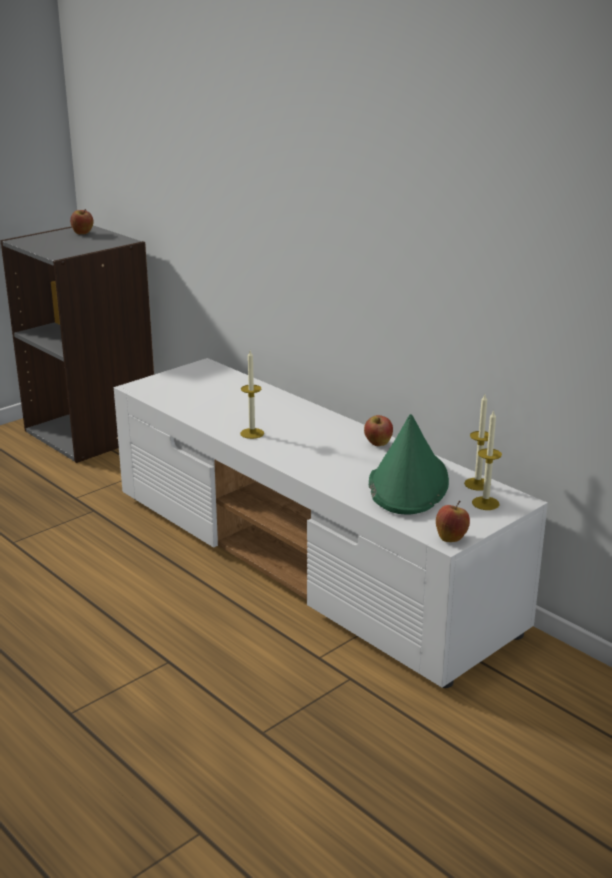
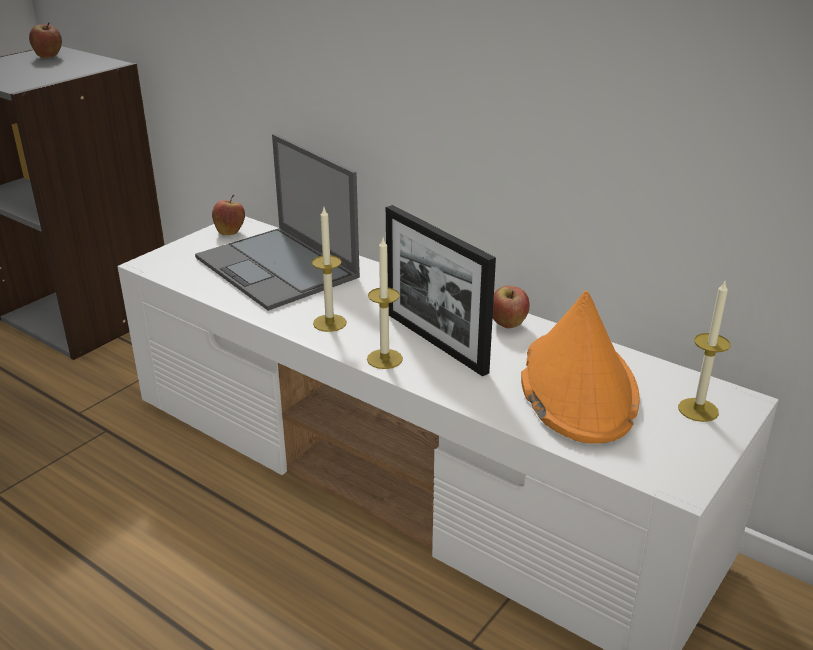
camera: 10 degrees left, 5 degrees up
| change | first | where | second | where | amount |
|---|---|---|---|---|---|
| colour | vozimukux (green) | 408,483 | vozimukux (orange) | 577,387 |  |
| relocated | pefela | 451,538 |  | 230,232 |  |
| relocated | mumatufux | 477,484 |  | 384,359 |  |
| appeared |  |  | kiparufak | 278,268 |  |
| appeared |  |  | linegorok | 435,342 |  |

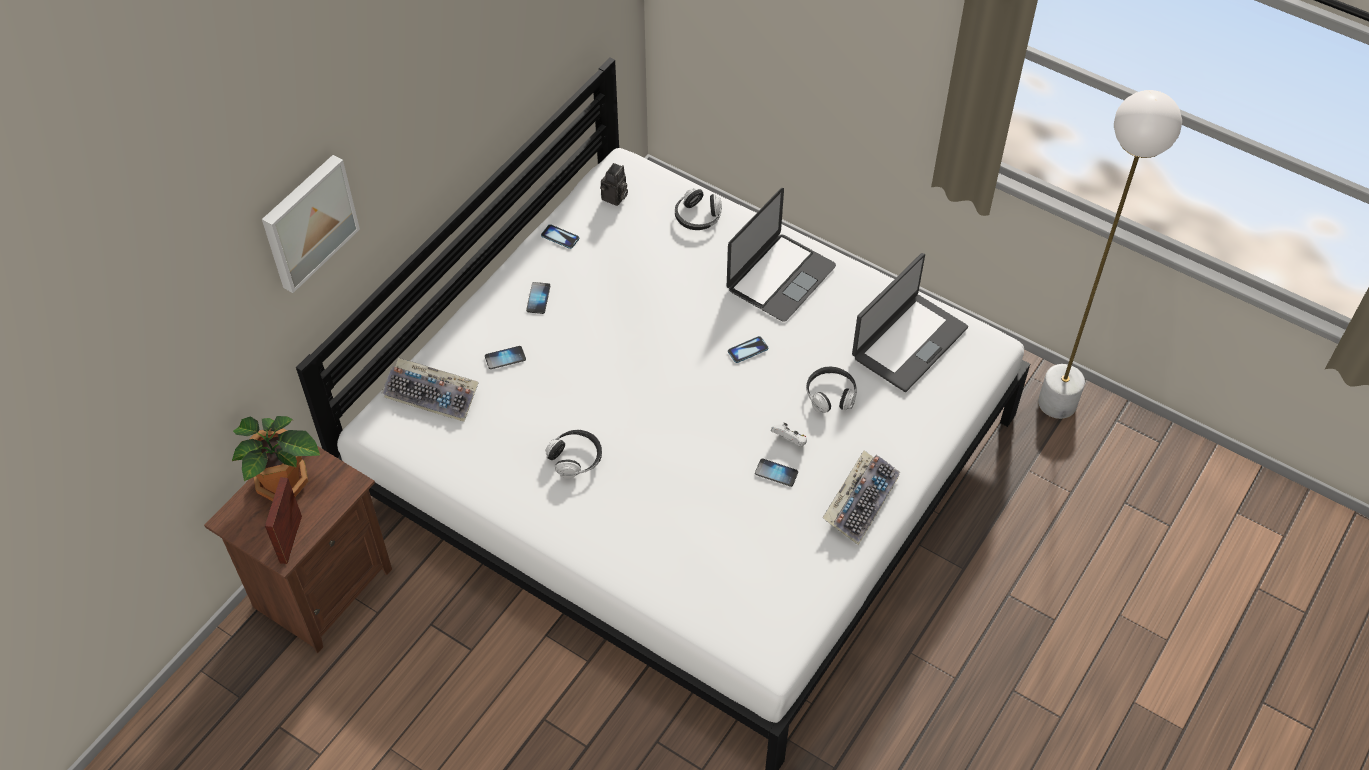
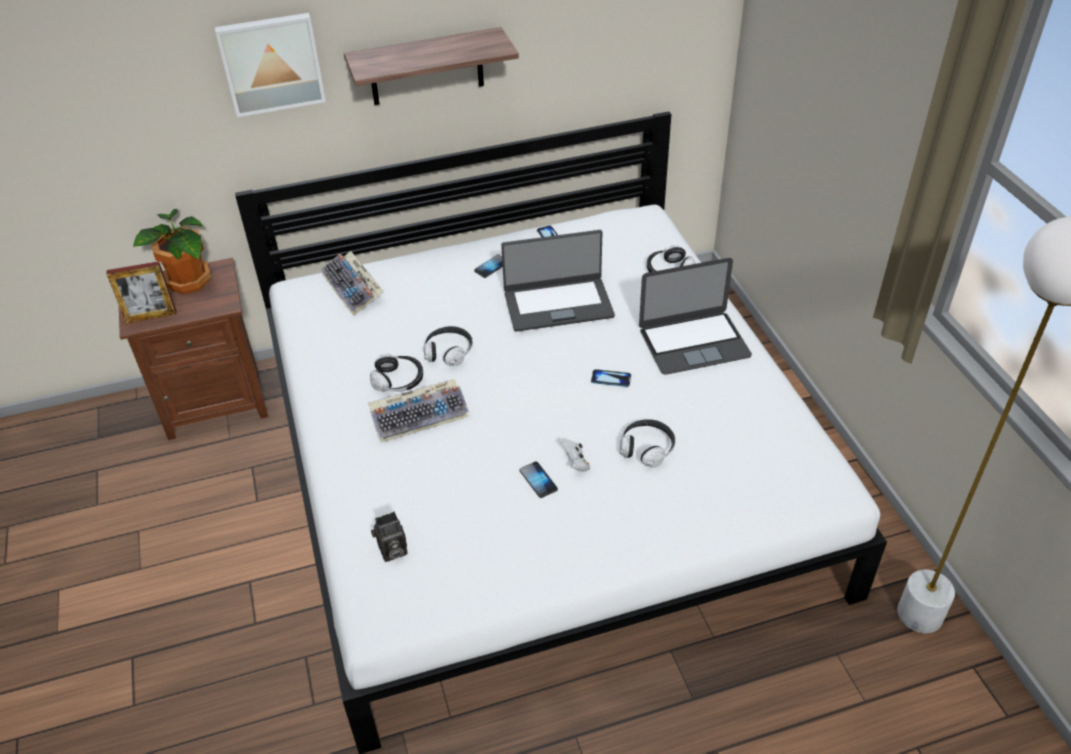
camera: 40 degrees right, 10 degrees down
| change | first | where | second | where | amount |
|---|---|---|---|---|---|
| spun | linegorok | 291,539 |  | 151,316 | 150 degrees counterclockwise |
| missing | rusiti | 505,358 |  |  |  |
| relocated | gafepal | 614,198 |  | 392,552 |  |
| relocated | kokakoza | 860,500 |  | 420,415 |  |
| relocated | kiparufak | 908,342 |  | 558,304 |  |
| appeared |  |  | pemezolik | 426,67 |  |
| appeared |  |  | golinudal | 449,352 |  |

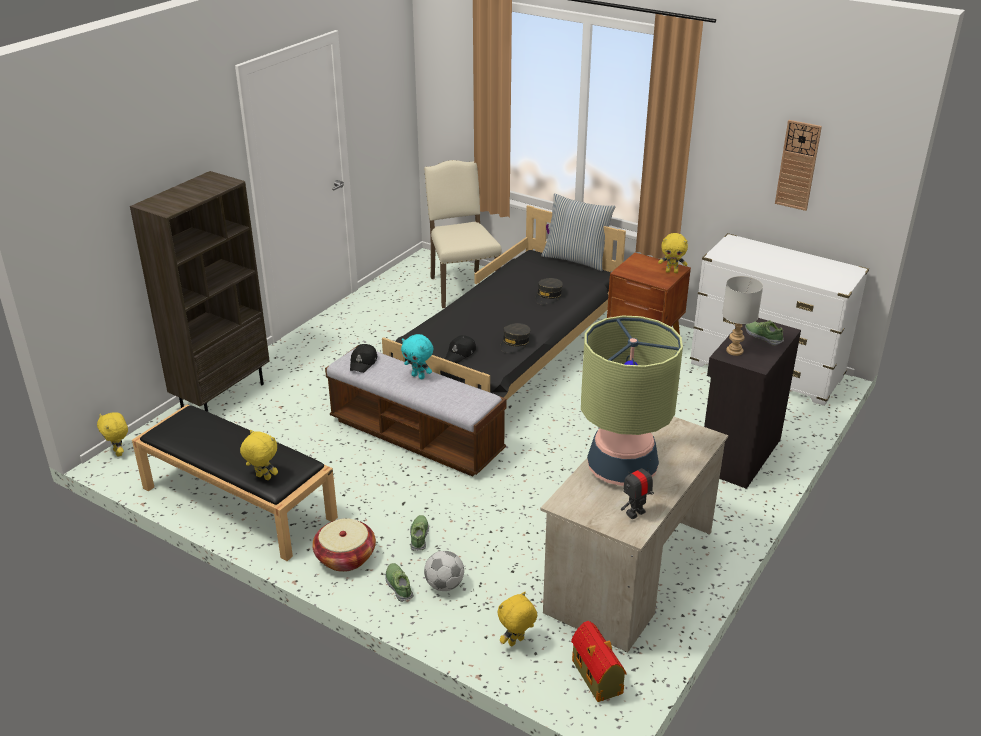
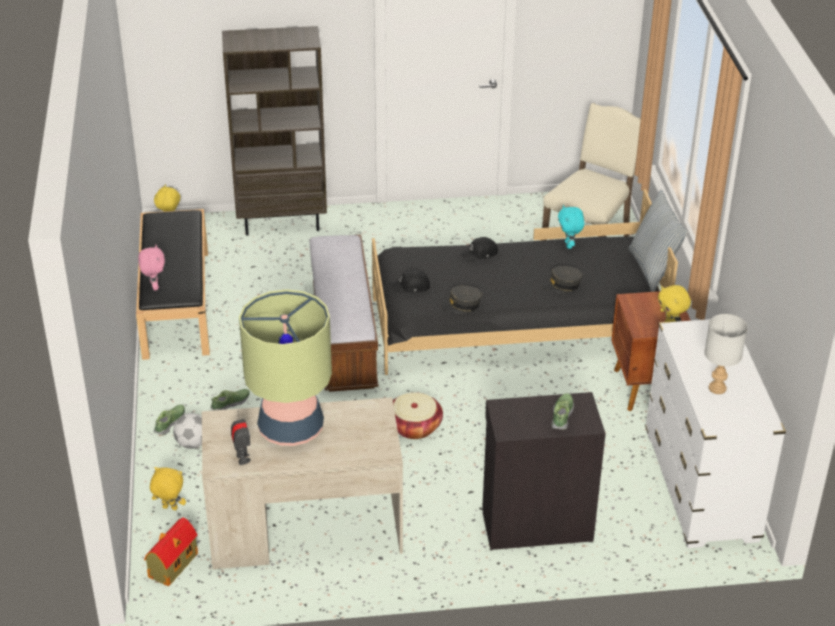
camera: 50 degrees right, 5 degrees up
| change | first | where | second | where | amount |
|---|---|---|---|---|---|
| colour | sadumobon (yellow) | 262,477 | sadumobon (pink) | 154,286 |  |
| relocated | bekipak | 345,557 |  | 414,427 |  |
| relocated | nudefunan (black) | 363,362 |  | 479,254 |  |
| relocated | sadumobon (turquoise) | 418,376 |  | 569,245 |  |
| spun | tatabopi | 635,513 |  | 242,458 | 60 degrees clockwise |
| relocated | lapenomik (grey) | 734,351 |  | 716,388 |  |
| missing | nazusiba | 798,165 |  |  |  |

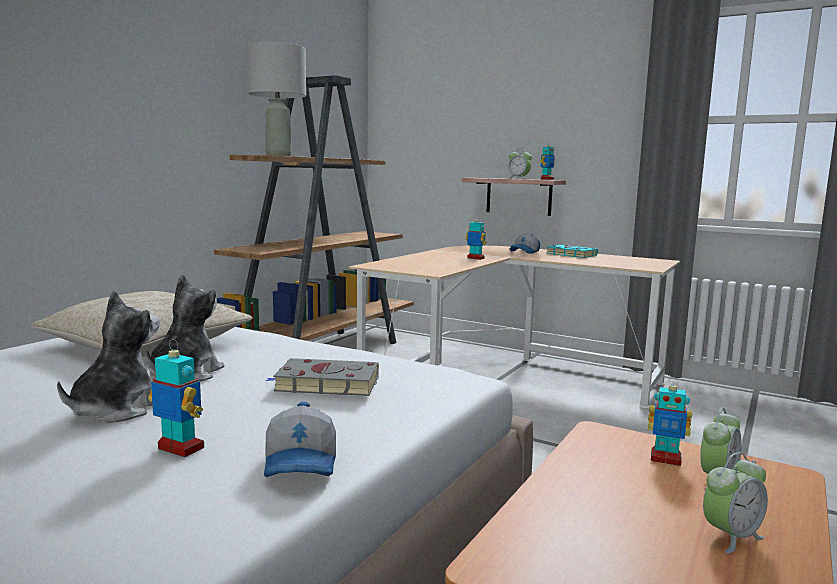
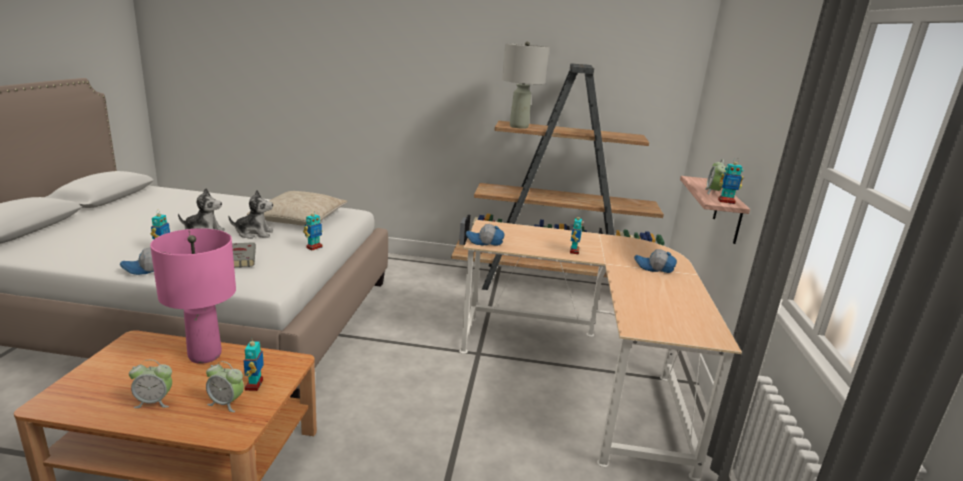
camera: 65 degrees right, 10 degrees up
| change | first | where | second | where | amount |
|---|---|---|---|---|---|
| missing | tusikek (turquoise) | 569,254 |  |  |  |
| spun | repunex | 731,536 |  | 154,401 | 45 degrees counterclockwise |
| appeared |  |  | lapenomik (pink) | 205,356 |  |
| appeared |  |  | tatabopi | 314,247 |  |
| appeared |  |  | nudefunan | 484,242 |  |

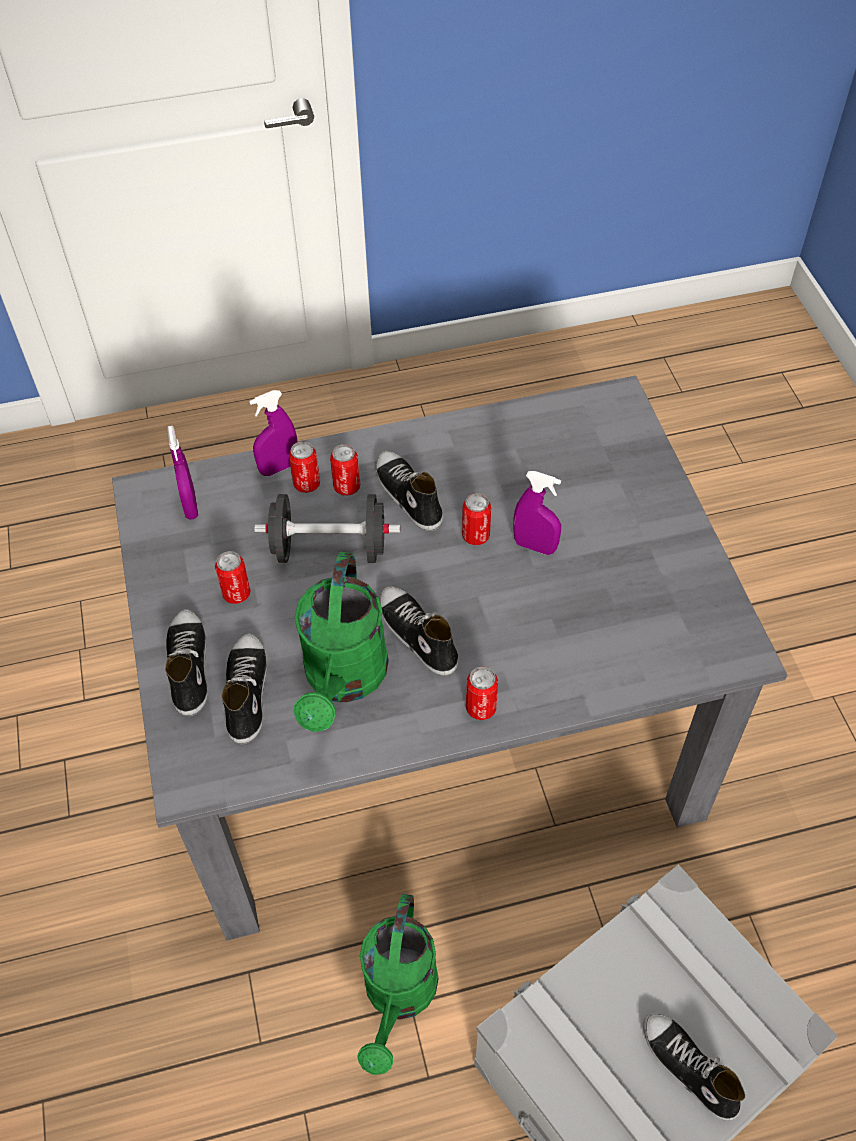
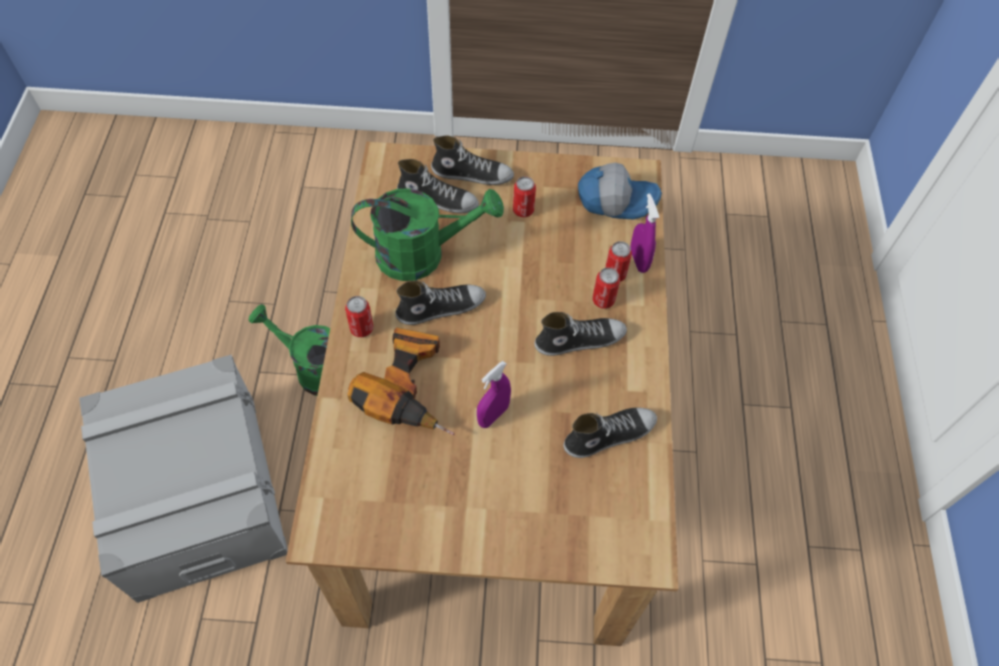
camera: 105 degrees right, 5 degrees up
| change | first | where | second | where | amount |
|---|---|---|---|---|---|
| colour | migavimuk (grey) | 428,736 | migavimuk (brown) | 492,444 |  |
| exchanged | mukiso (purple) | 190,506 | nudefunan | 616,199 |  |
| missing | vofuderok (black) | 330,549 |  |  |  |
| spun | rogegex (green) | 343,680 |  | 423,254 | 150 degrees clockwise |
| missing | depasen | 475,536 |  |  |  |
| relocated | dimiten | 688,1068 |  | 609,434 |  |
| appeared |  |  | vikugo | 412,386 |  |

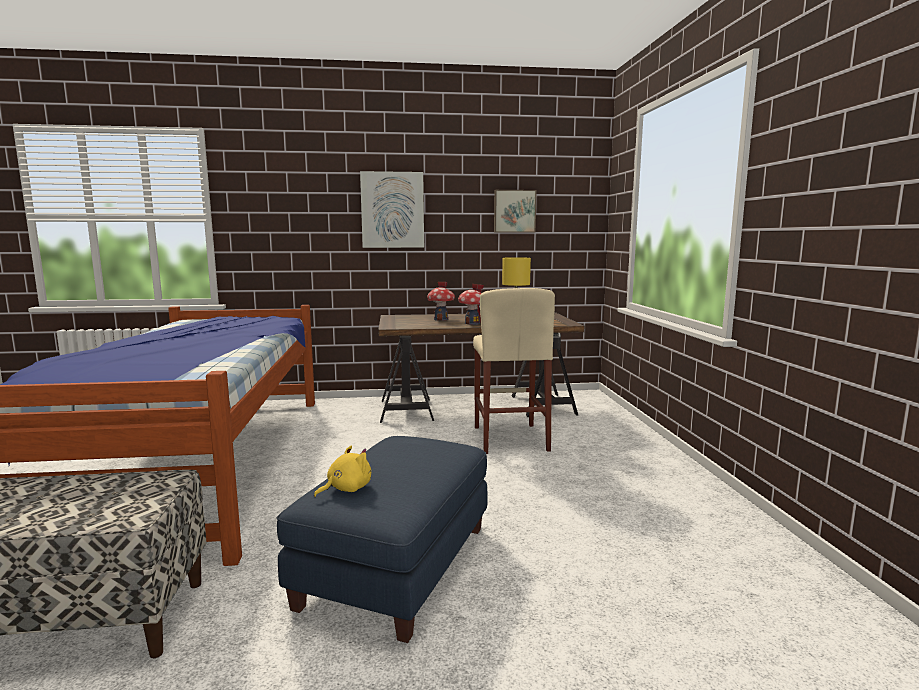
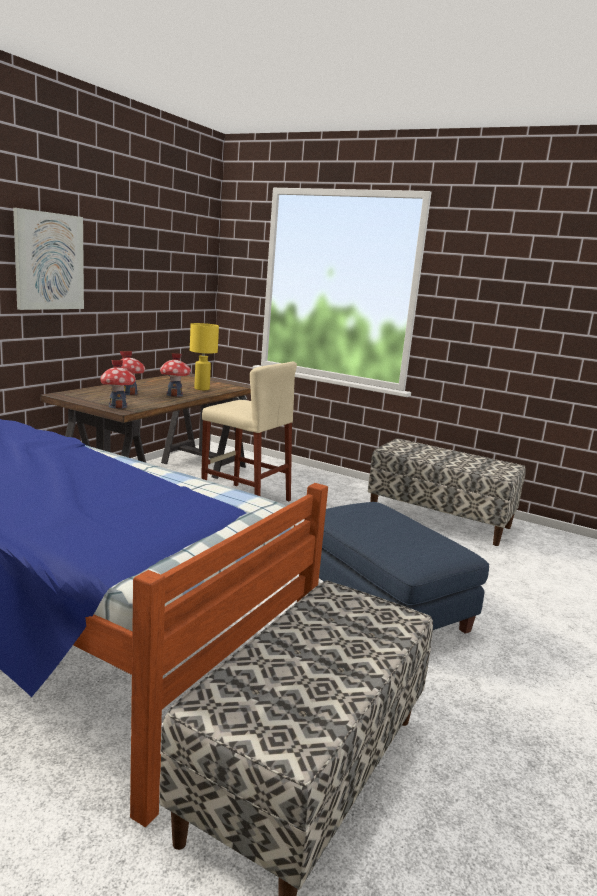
camera: 55 degrees left, 5 degrees up
| change | first | where | second | where | amount |
|---|---|---|---|---|---|
| missing | sadumobon (yellow) | 346,489 |  |  |  |
| missing | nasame | 514,211 |  |  |  |
| appeared |  |  | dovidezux | 118,406 |  |
| appeared |  |  | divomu | 439,519 |  |

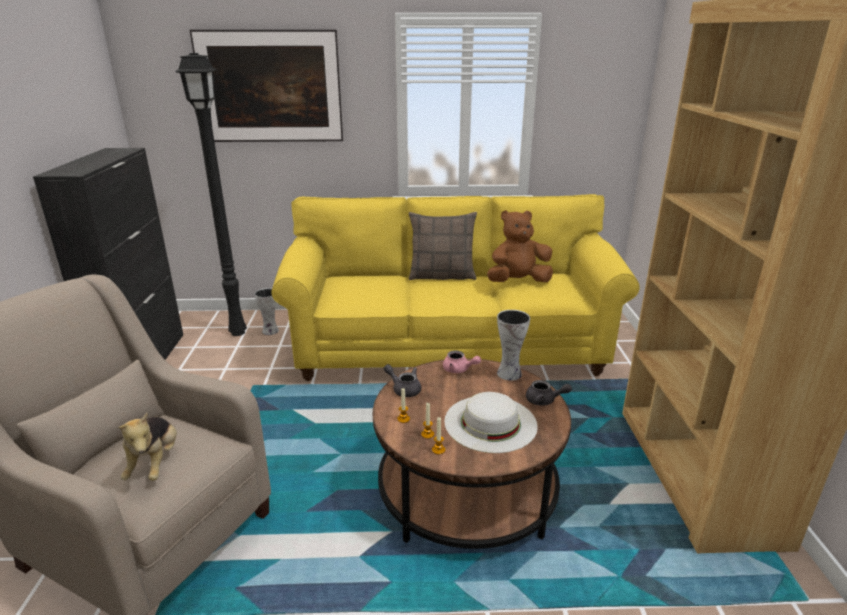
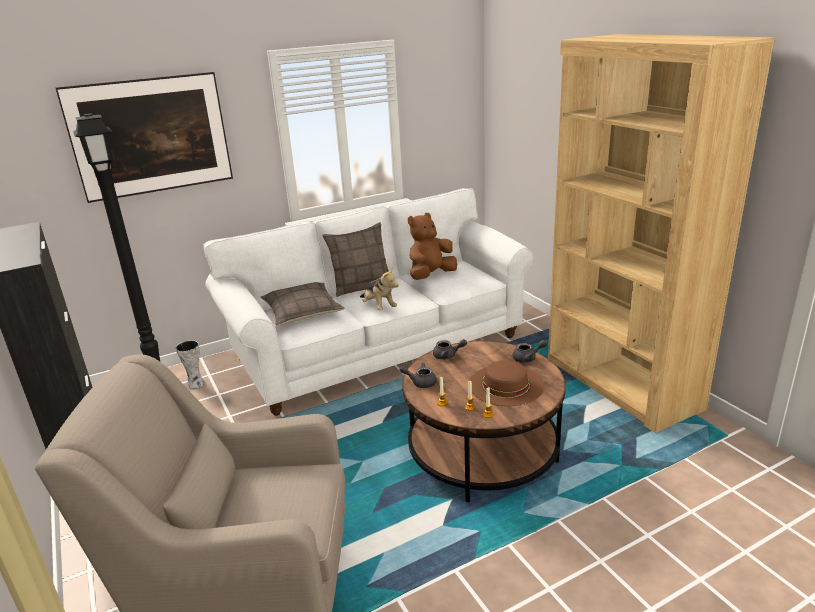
camera: 25 degrees left, 0 degrees up
| change | first | where | second | where | amount |
|---|---|---|---|---|---|
| relocated | sadumobon | 155,463 |  | 379,307 |  |
| colour | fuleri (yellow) | 449,347 | fuleri (white) | 379,349 |  |
| colour | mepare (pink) | 459,370 | mepare (grey) | 448,356 |  |
| colour | vozimukux (white) | 490,423 | vozimukux (brown) | 505,385 |  |
| missing | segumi | 509,373 |  |  |  |
| appeared |  |  | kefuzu | 302,312 |  |

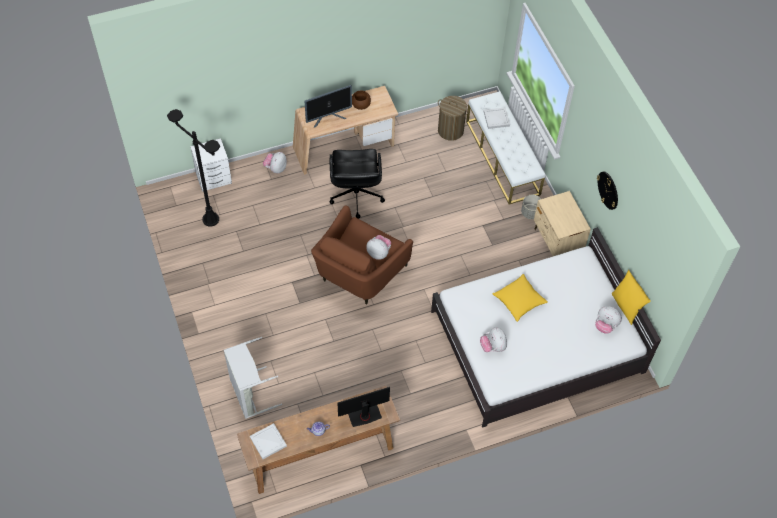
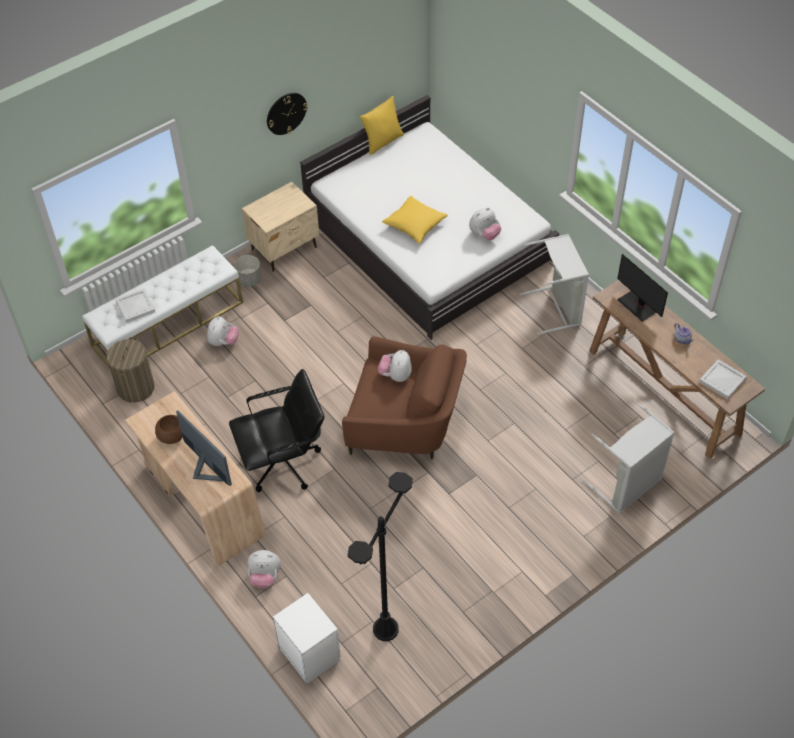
camera: 105 degrees left, 5 degrees down
| change | first | where | second | where | amount |
|---|---|---|---|---|---|
| relocated | sadumobon | 605,325 |  | 223,342 |  |
| appeared |  |  | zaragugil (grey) | 556,308 |  |

